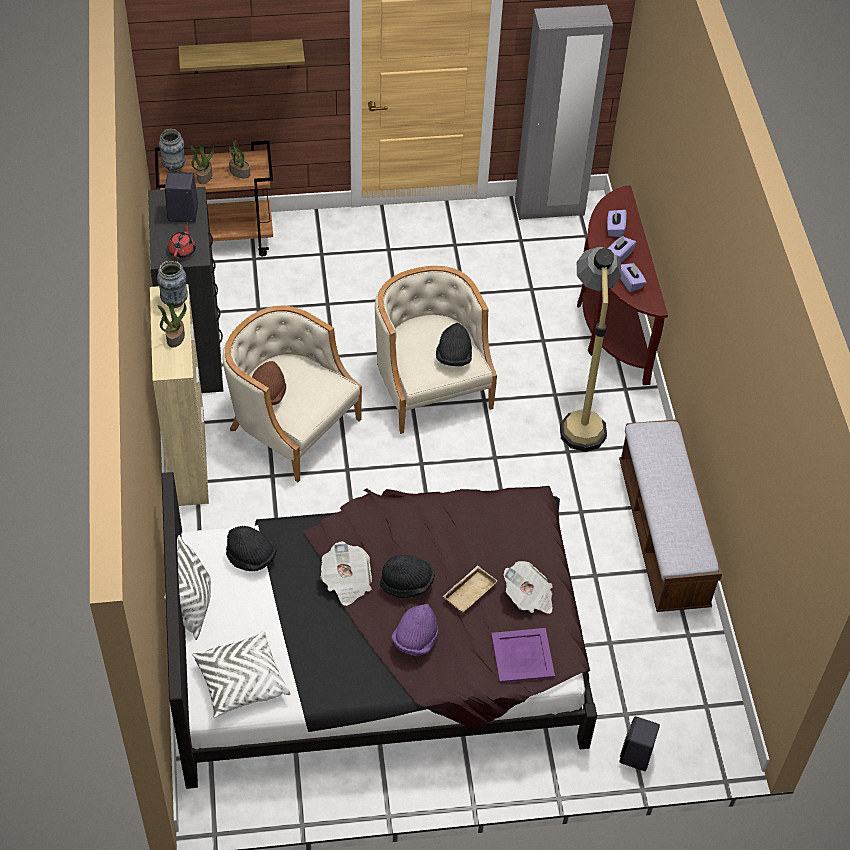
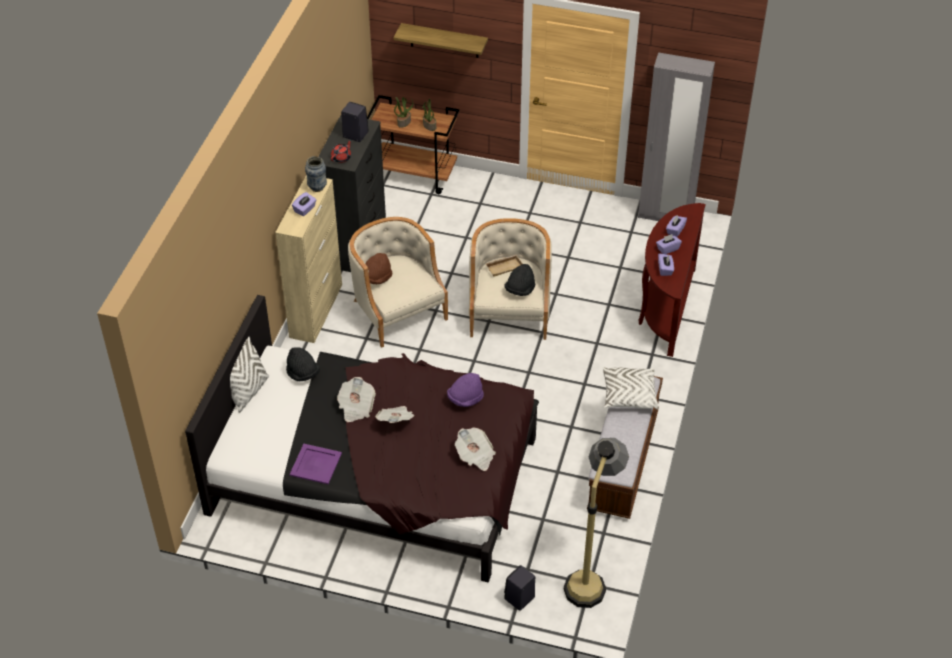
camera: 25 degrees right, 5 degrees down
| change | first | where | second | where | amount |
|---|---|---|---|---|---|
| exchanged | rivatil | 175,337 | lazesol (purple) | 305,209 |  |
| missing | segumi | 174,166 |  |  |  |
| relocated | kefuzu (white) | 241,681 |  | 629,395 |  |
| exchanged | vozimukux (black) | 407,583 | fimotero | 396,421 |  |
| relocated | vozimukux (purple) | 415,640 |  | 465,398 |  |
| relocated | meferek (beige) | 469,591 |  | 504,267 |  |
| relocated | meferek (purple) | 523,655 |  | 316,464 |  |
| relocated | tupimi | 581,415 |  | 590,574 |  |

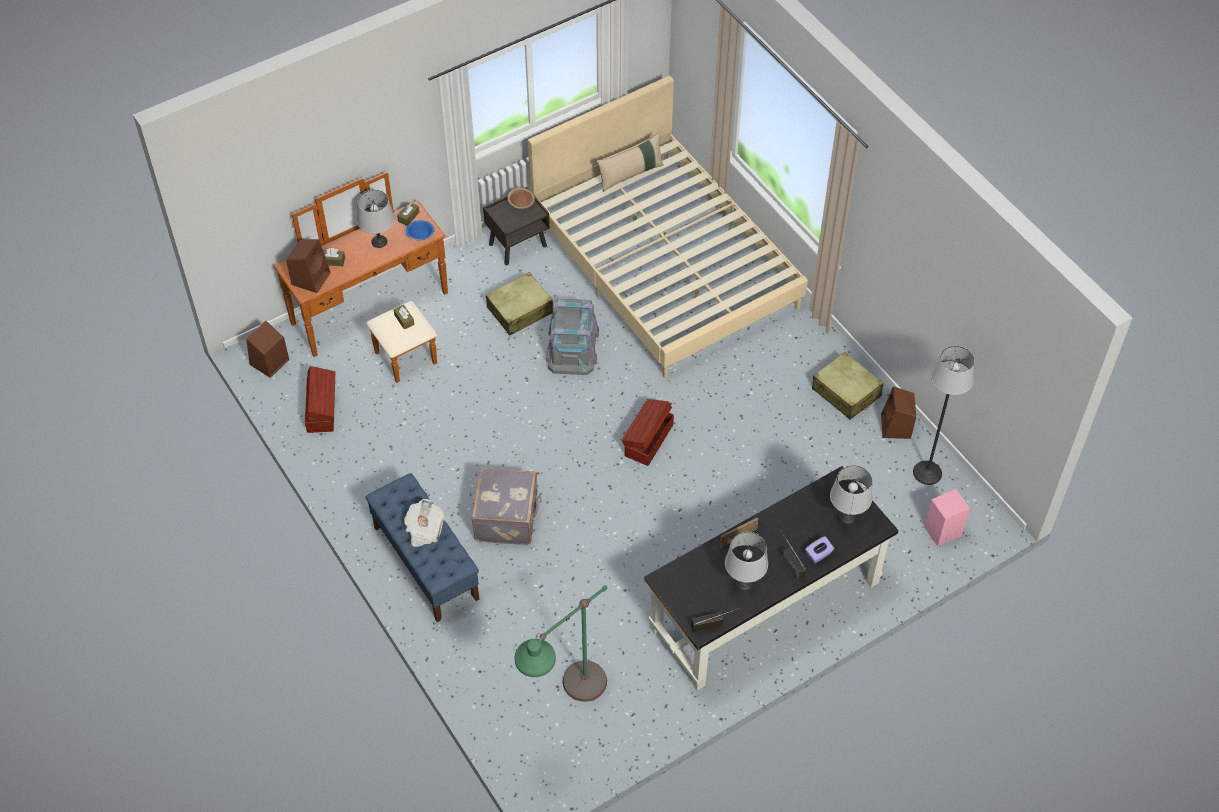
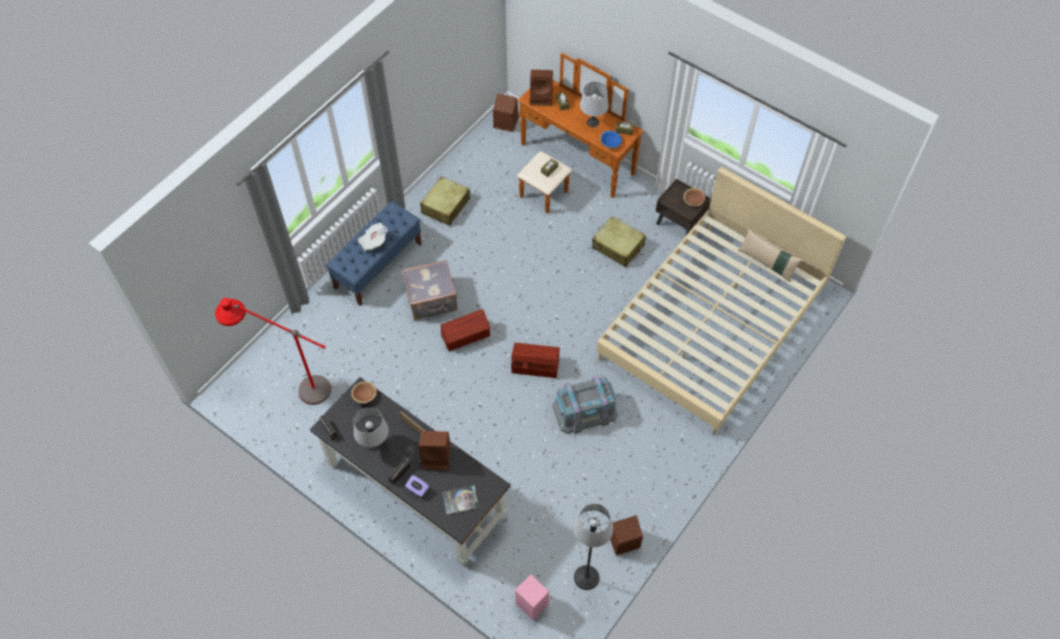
camera: 70 degrees right, 5 degrees up
| change | first | where | second | where | amount |
|---|---|---|---|---|---|
| relocated | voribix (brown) | 322,409 |  | 466,336 |  |
| colour | tupimi (green) | 567,705 | tupimi (red) | 292,385 |  |
| relocated | voribix (grey) | 573,346 |  | 585,411 |  |
| relocated | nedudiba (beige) | 846,392 |  | 445,206 |  |
| exchanged | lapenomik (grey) | 846,517 | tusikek | 460,500 |  |
| appeared |  |  | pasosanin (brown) | 365,395 |  |
| appeared |  |  | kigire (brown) | 437,457 |  |

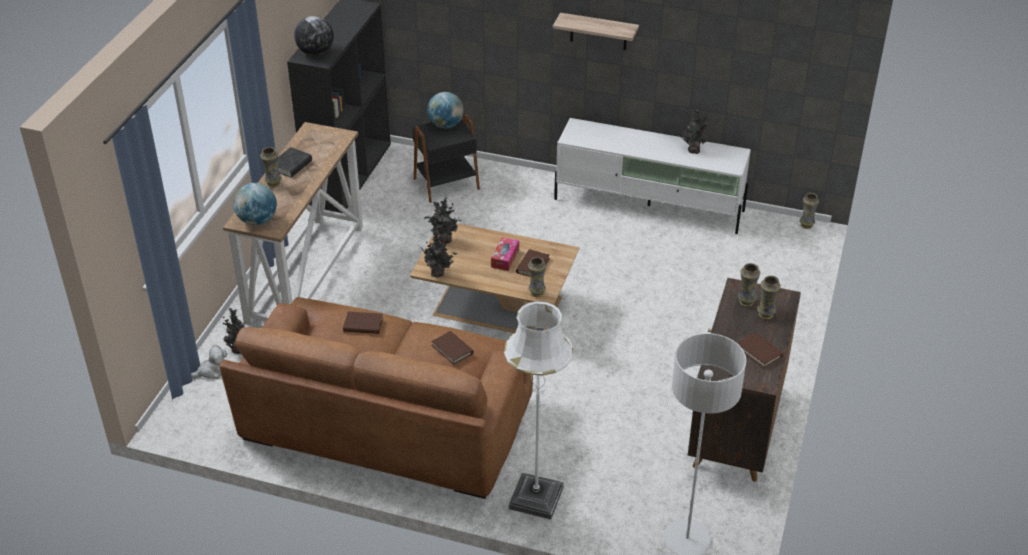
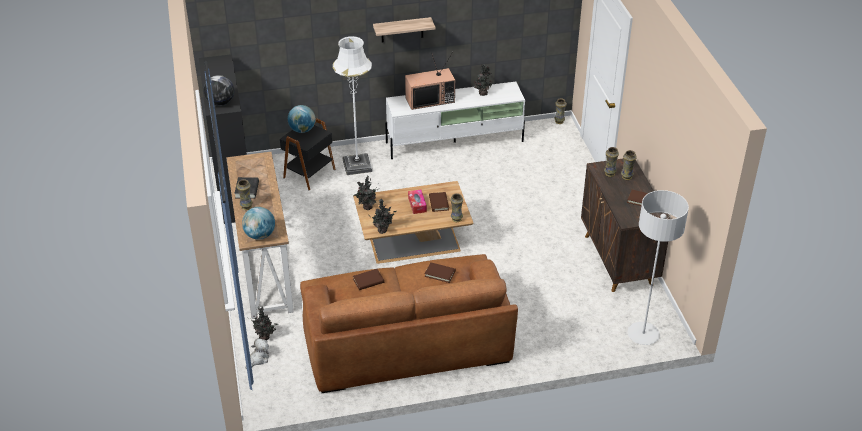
camera: 30 degrees left, 0 degrees up
| change | first | where | second | where | amount |
|---|---|---|---|---|---|
| relocated | tupimi (white) | 536,497 |  | 357,165 |  |
| appeared |  |  | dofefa | 430,99 |  |

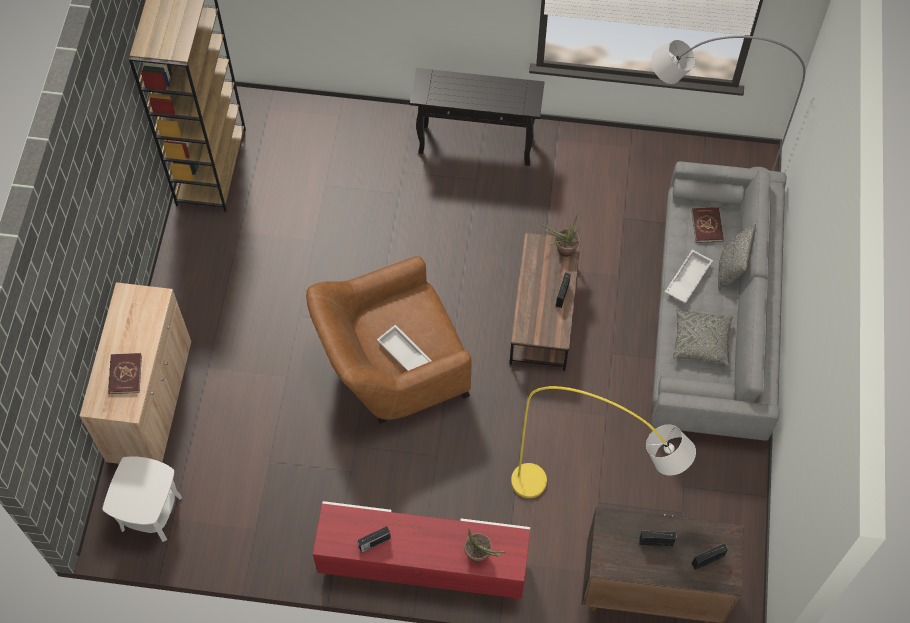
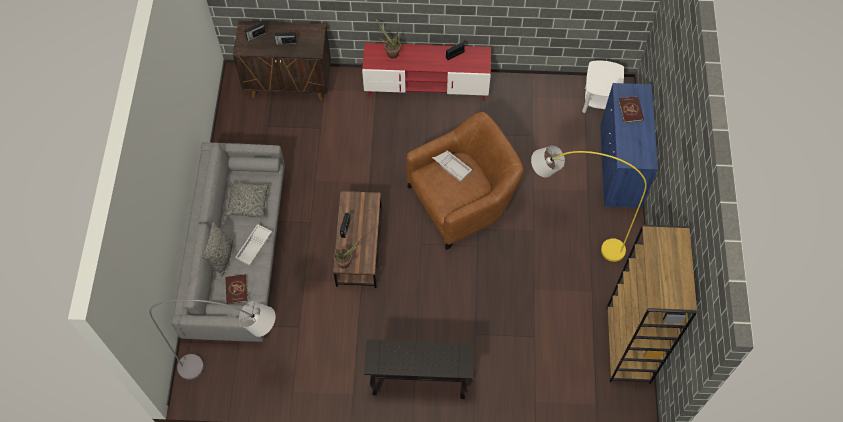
camera: 175 degrees right, 0 degrees up
| change | first | where | second | where | amount |
|---|---|---|---|---|---|
| colour | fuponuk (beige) | 150,401 | fuponuk (blue) | 620,166 |  |
| relocated | tupimi (yellow) | 592,505 |  | 568,238 |  |

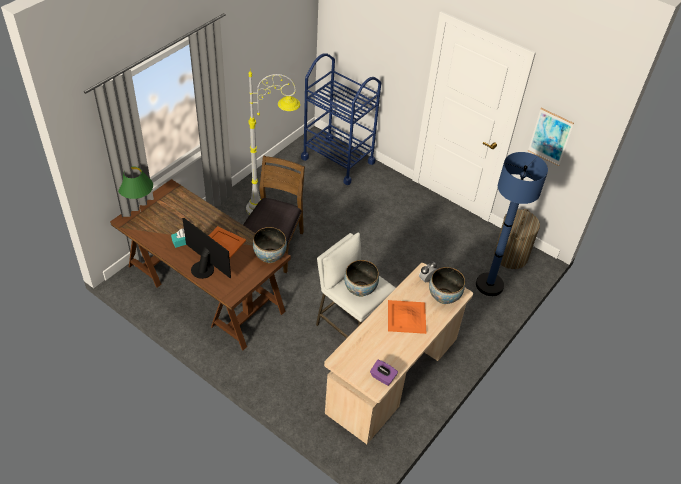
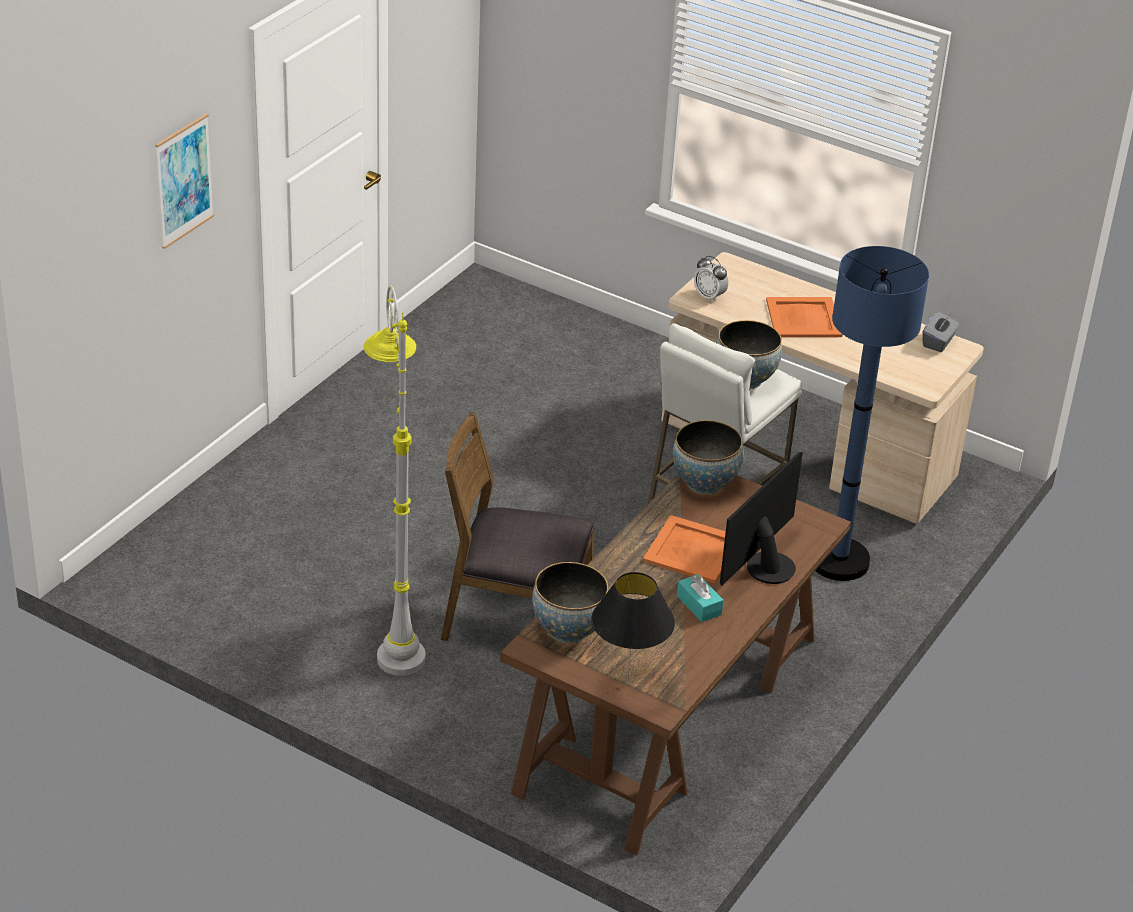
camera: 95 degrees left, 10 degrees down
| change | first | where | second | where | amount |
|---|---|---|---|---|---|
| colour | lapenomik (green) | 140,212 | lapenomik (black) | 627,685 |  |
| missing | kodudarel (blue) | 338,160 |  |  |  |
| colour | lazesol (purple) | 382,377 | lazesol (grey) | 938,342 |  |
| relocated | pasosanin | 444,297 |  | 568,630 |  |
| relocated | tupimi (blue) | 489,285 |  | 839,561 |  |
| missing | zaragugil | 510,256 |  |  |  |
| relocated | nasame | 550,137 |  | 184,180 |  |

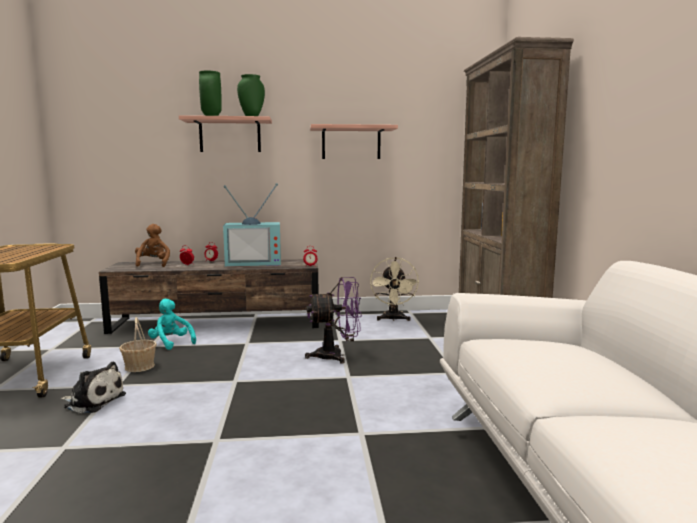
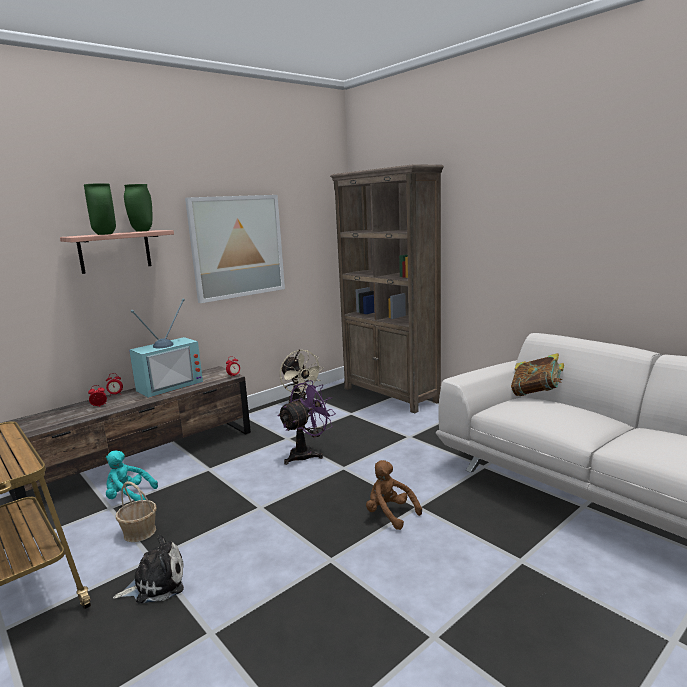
camera: 35 degrees left, 5 degrees up
| change | first | where | second | where | amount |
|---|---|---|---|---|---|
| relocated | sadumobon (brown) | 153,264 |  | 390,514 |  |
| exchanged | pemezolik | 351,143 | nasame | 237,247 |  |
| appeared |  |  | tusikek | 536,394 |  |

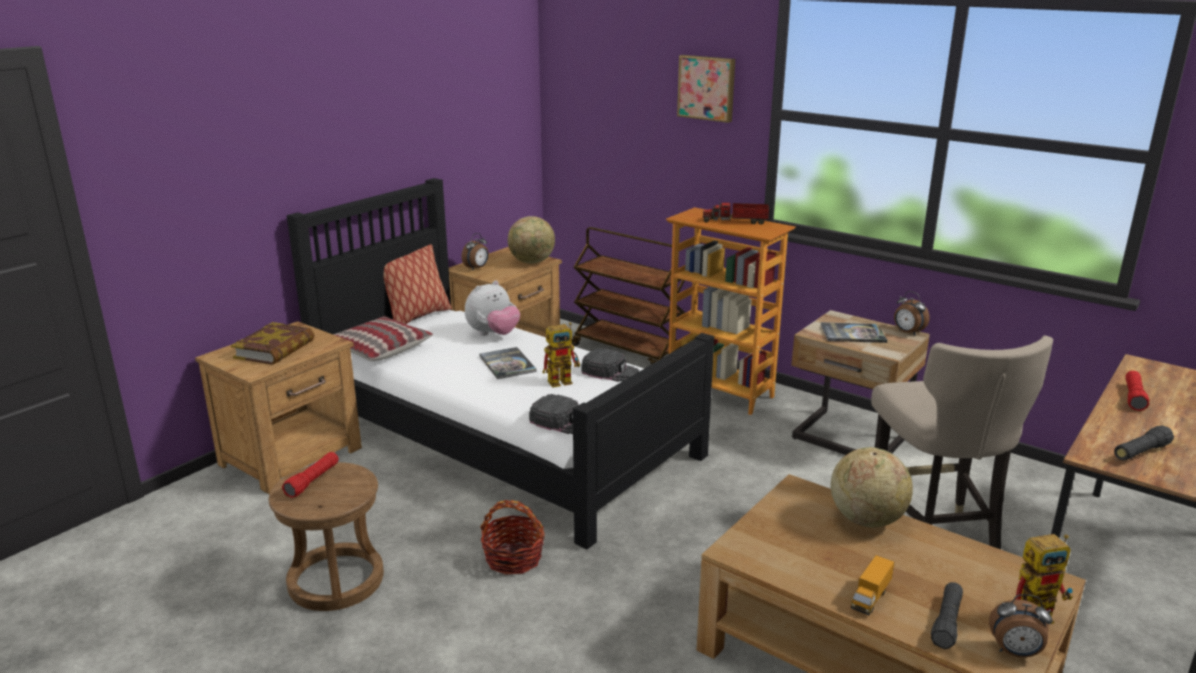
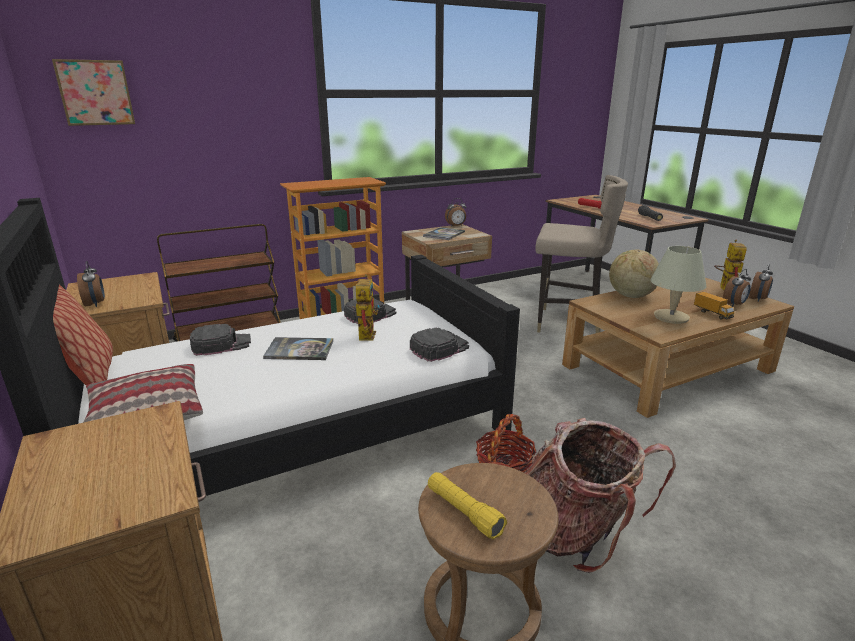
camera: 65 degrees left, 0 degrees up
| change | first | where | second | where | amount |
|---|---|---|---|---|---|
| missing | tusikek | 275,349 |  |  |  |
| colour | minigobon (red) | 313,481 | minigobon (yellow) | 464,512 |  |
| exchanged | sadumobon | 493,334 | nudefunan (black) | 221,344 |  |
| missing | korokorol | 532,262 |  |  |  |
| relocated | nasame | 707,88 |  | 95,93 |  |
| missing | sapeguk | 737,221 |  |  |  |
| exchanged | minigobon (black) | 946,622 | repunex | 734,305 |  |
| appeared |  |  | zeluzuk | 575,533 |  |
| appeared |  |  | lapenomik (beige) | 671,317 |  |

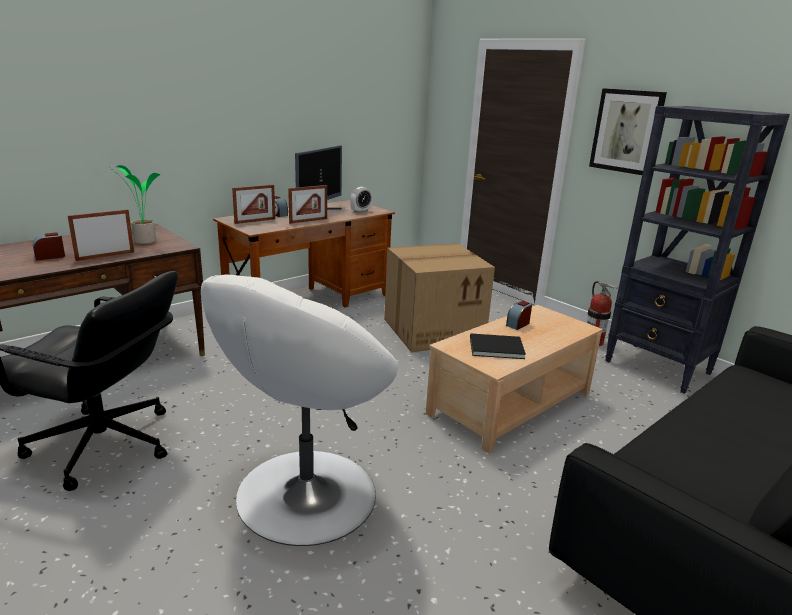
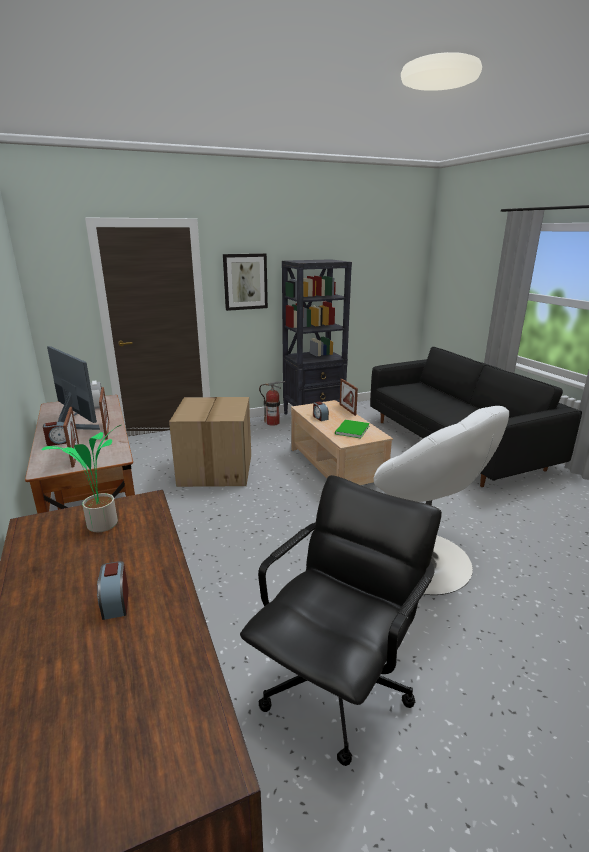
camera: 70 degrees left, 0 degrees up
| change | first | where | second | where | amount |
|---|---|---|---|---|---|
| relocated | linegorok | 105,256 |  | 347,409 |  |
| colour | tusikek (black) | 494,347 | tusikek (green) | 351,430 |  |

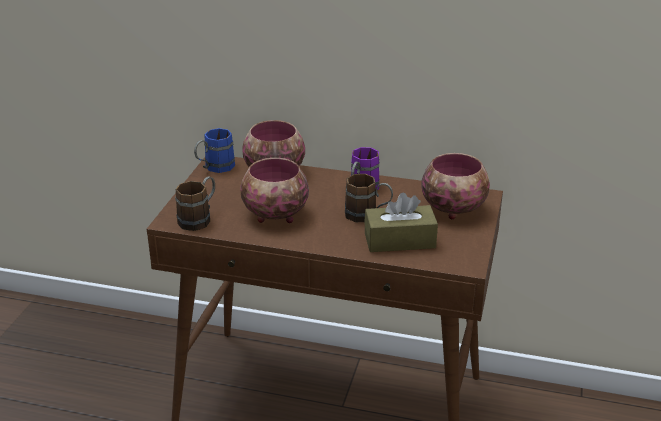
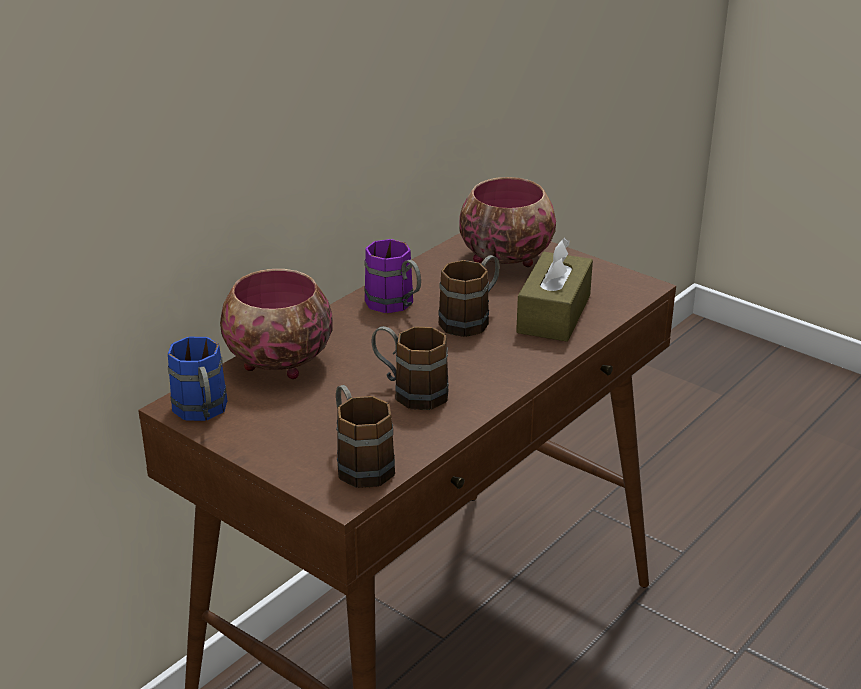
camera: 65 degrees left, 0 degrees up
| change | first | where | second | where | amount |
|---|---|---|---|---|---|
| exchanged | pasosanin | 274,215 | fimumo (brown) | 409,391 |  |

